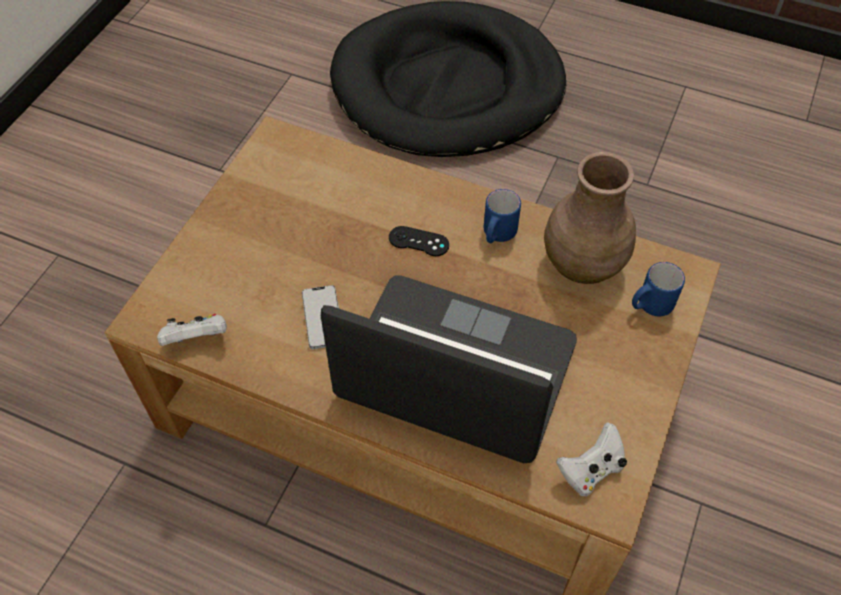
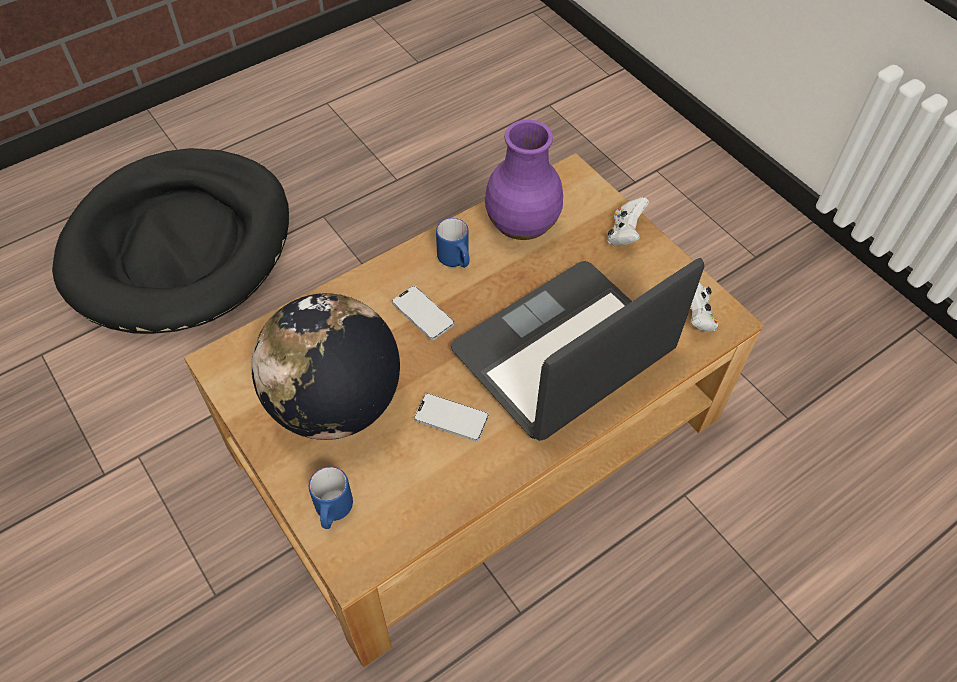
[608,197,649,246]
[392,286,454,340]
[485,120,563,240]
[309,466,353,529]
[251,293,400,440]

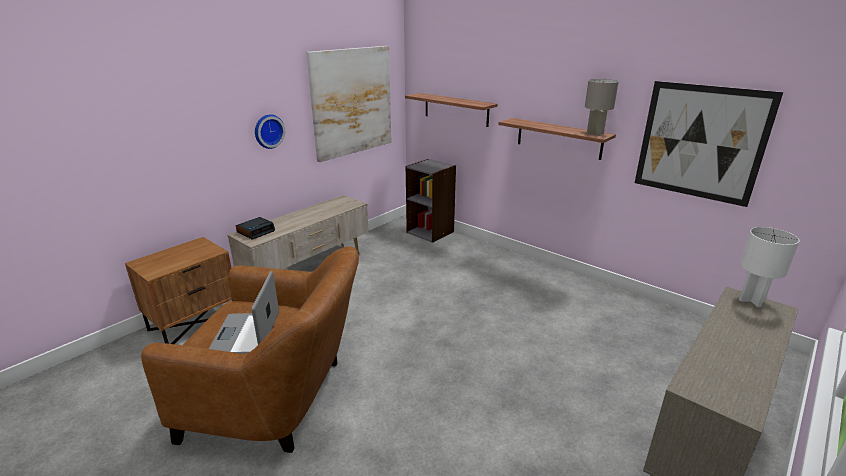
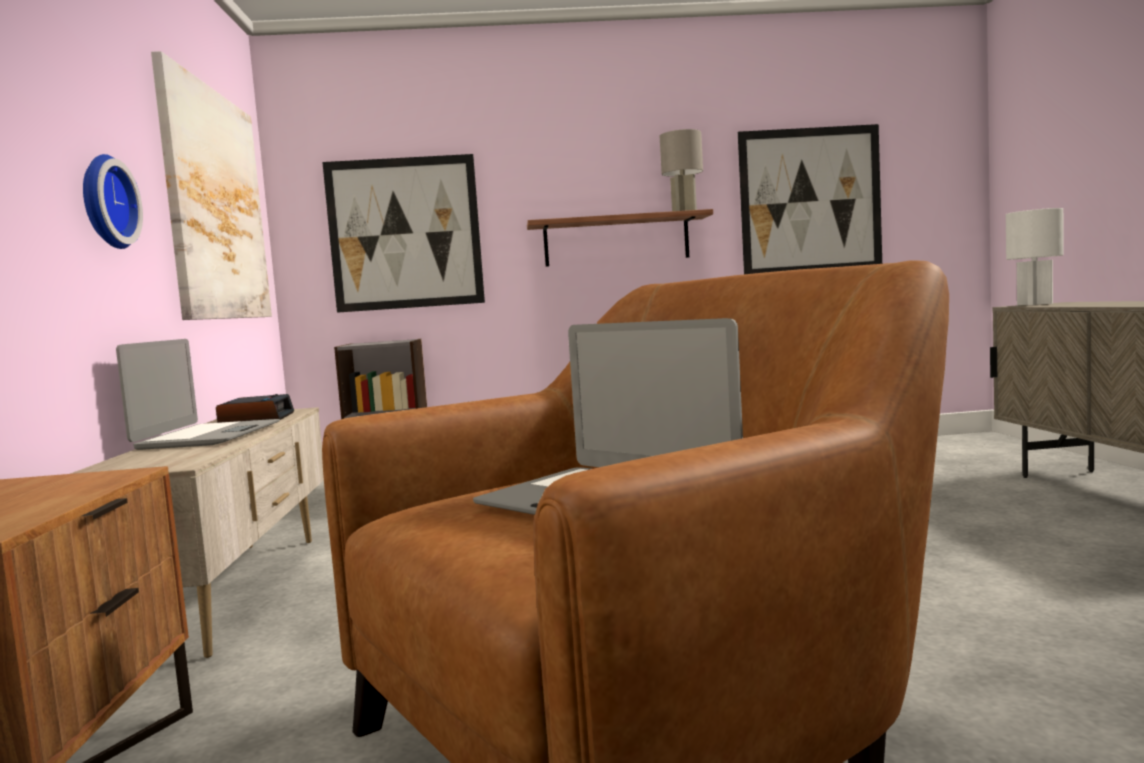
[216,394,294,423]
[322,154,485,313]
[116,339,280,450]

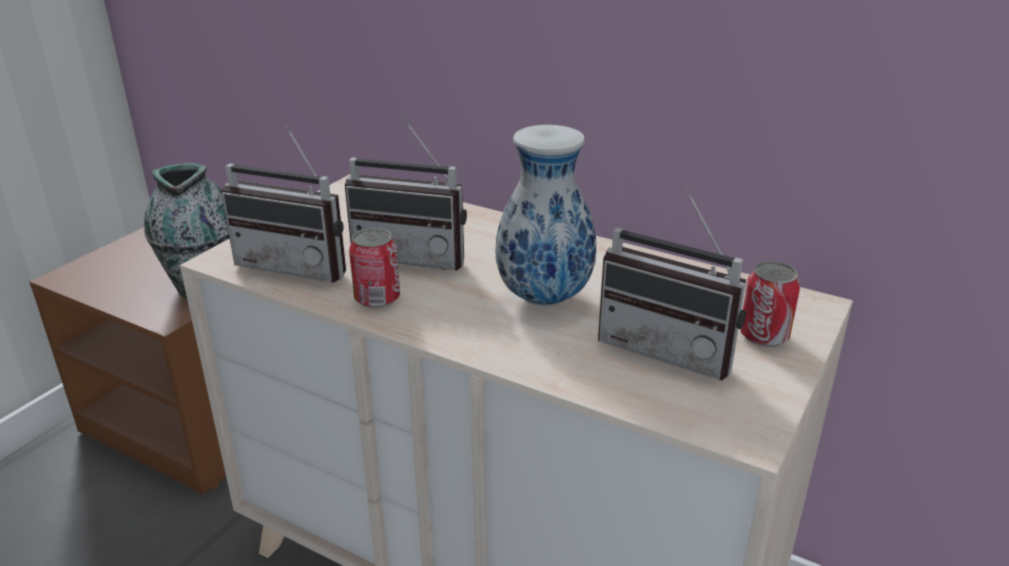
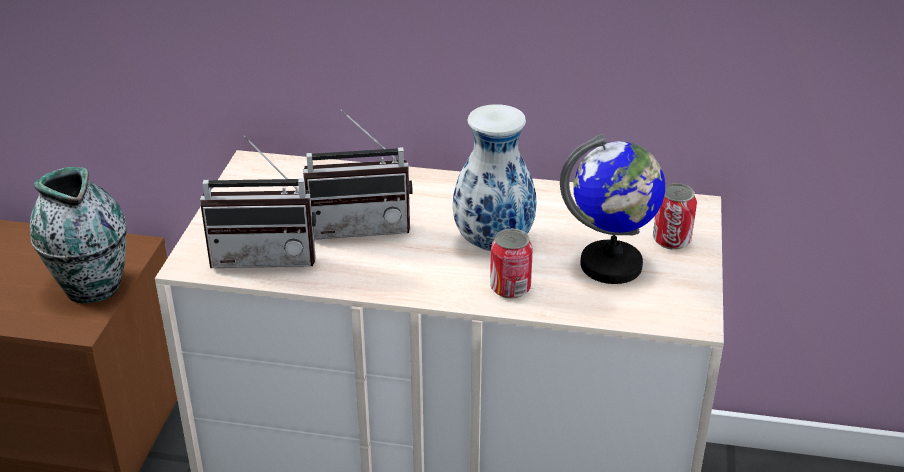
[490,229,533,299]
[560,134,665,284]

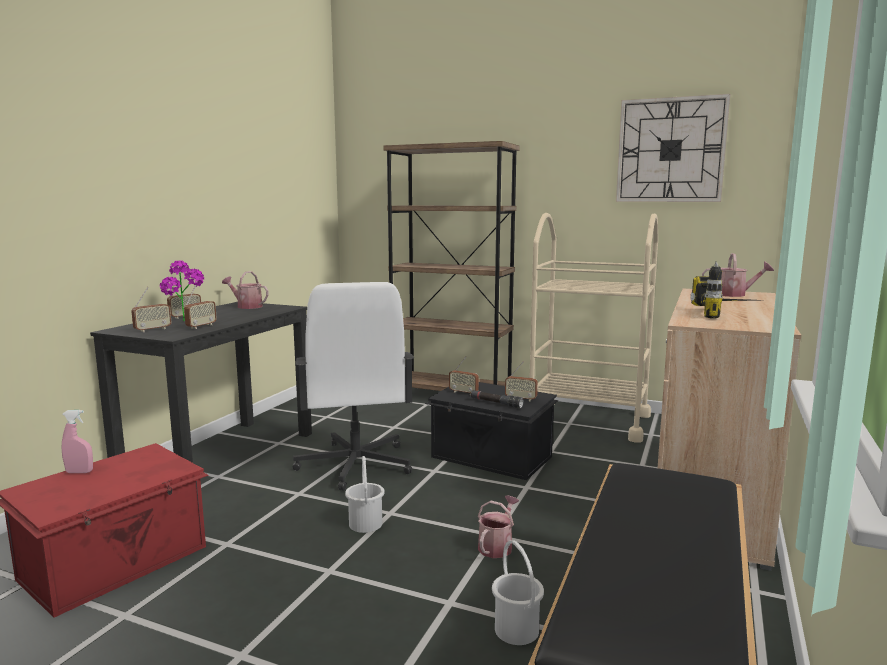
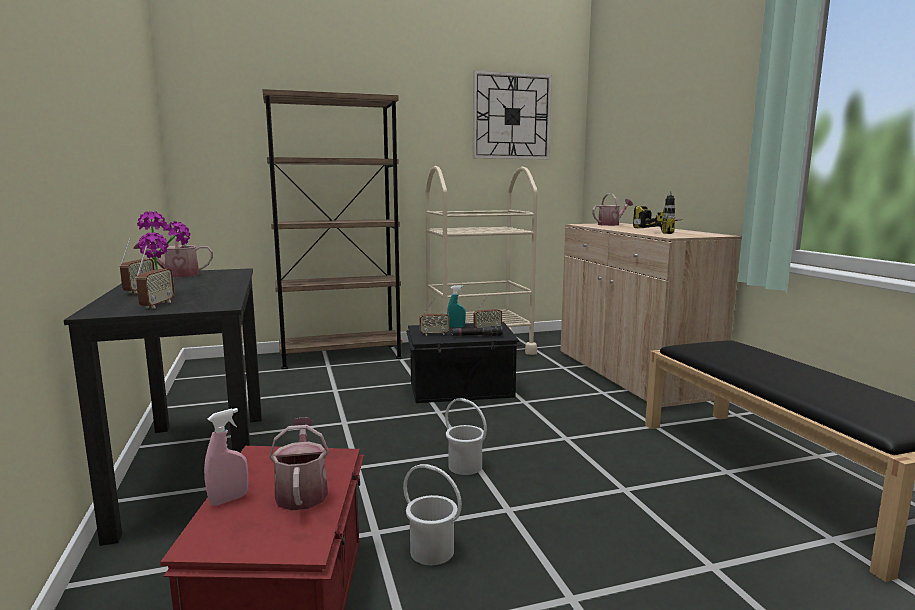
[184,285,217,329] (first image)
[292,282,414,491] (first image)
[269,417,329,511]
[403,464,462,565]
[447,285,466,328]

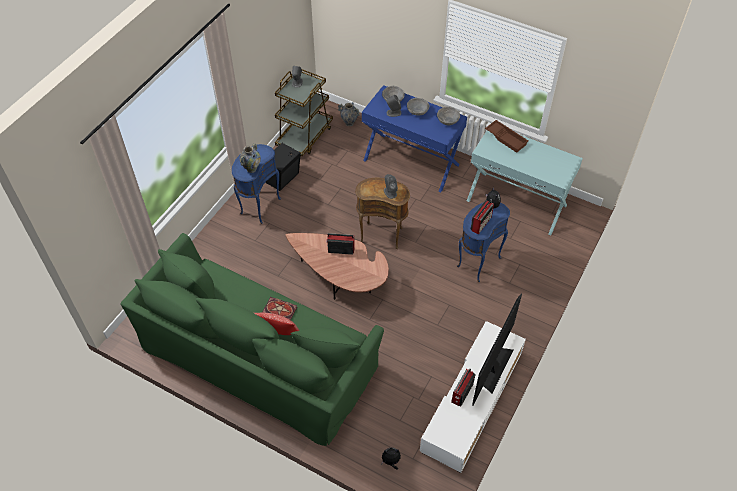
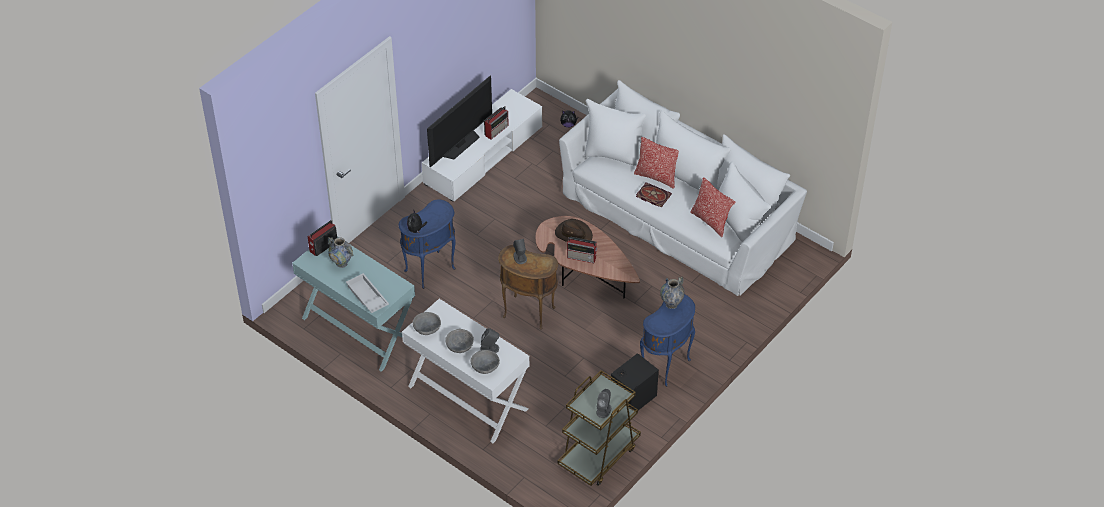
[559,80,807,296]
[328,237,353,268]
[402,299,530,443]
[308,220,337,256]
[346,273,389,313]
[555,219,593,242]
[690,177,735,237]

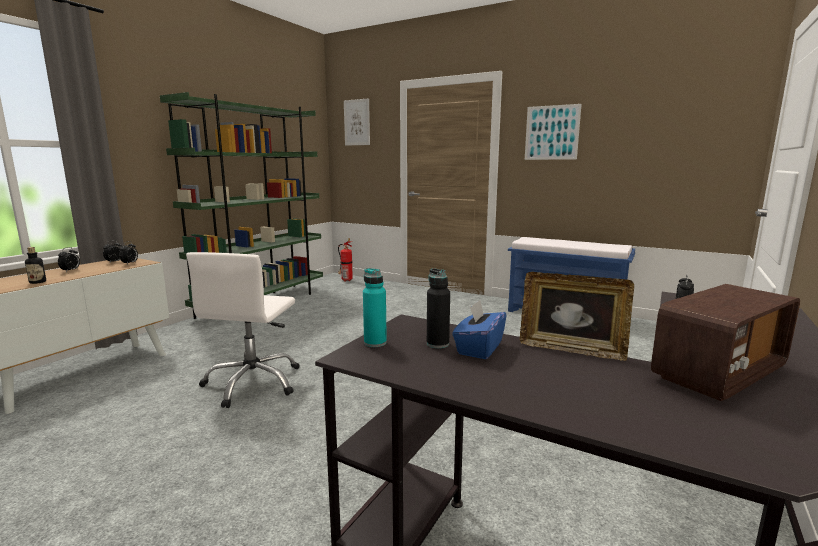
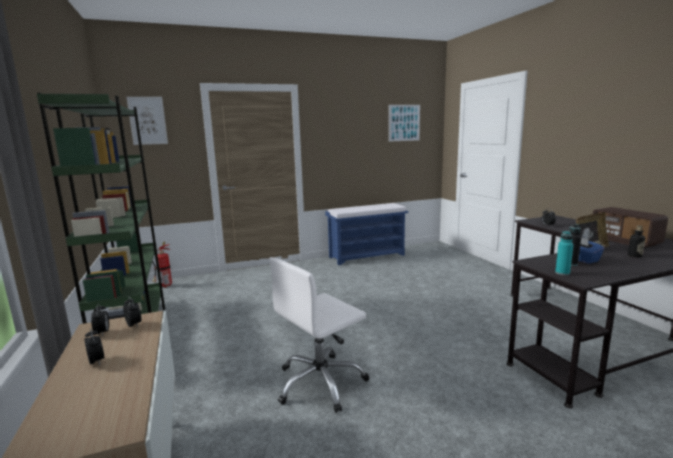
[628,225,645,257]
[269,257,369,413]
[389,105,420,142]
[593,207,668,248]

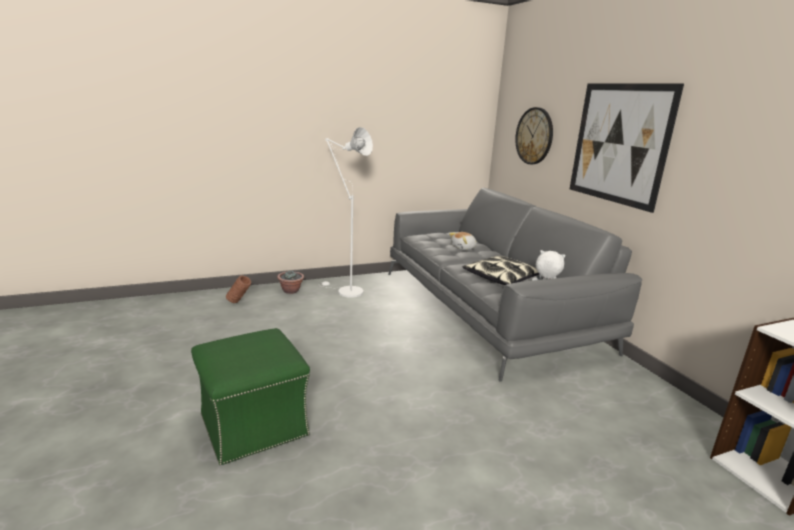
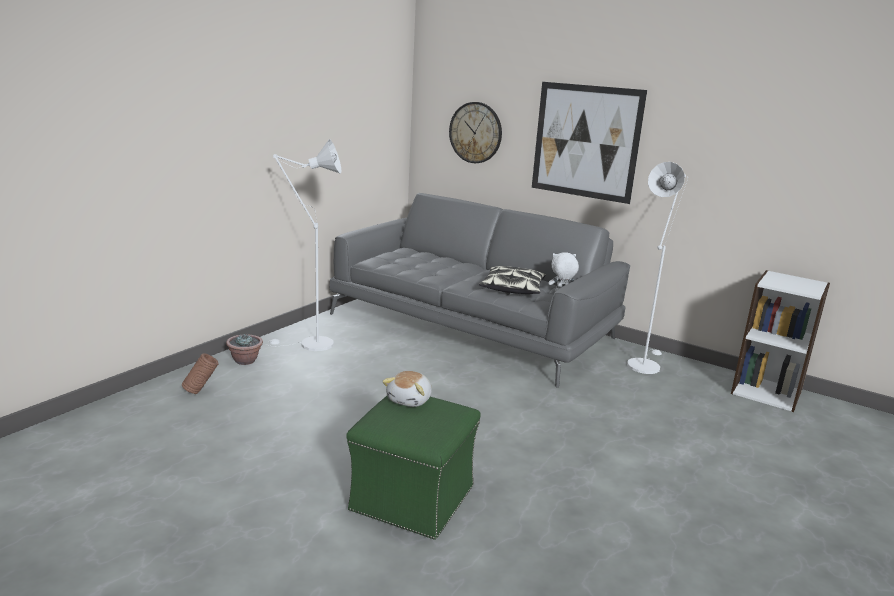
[382,371,432,407]
[627,162,688,374]

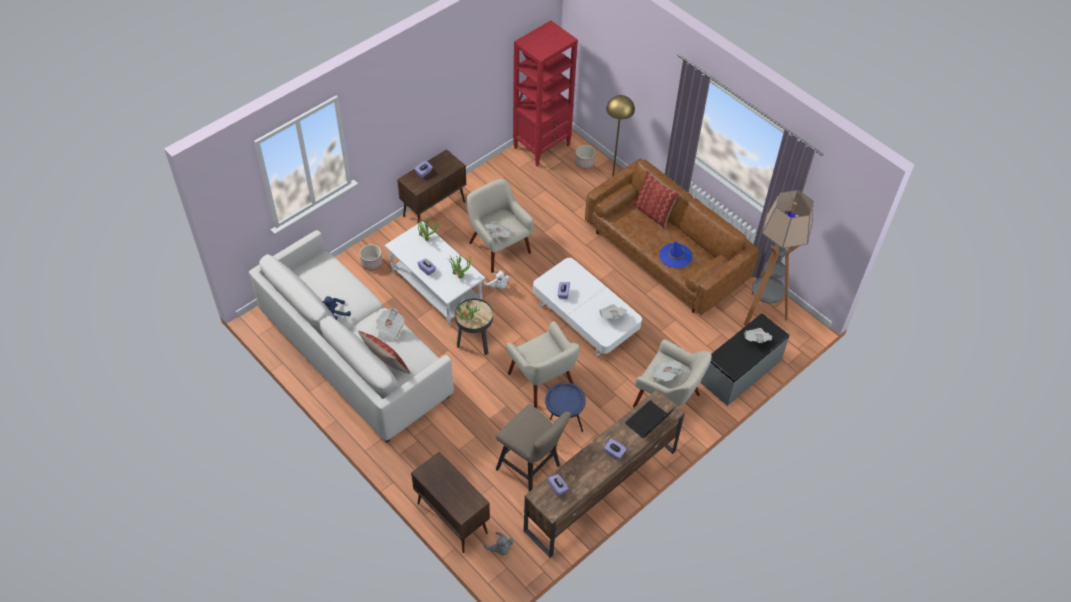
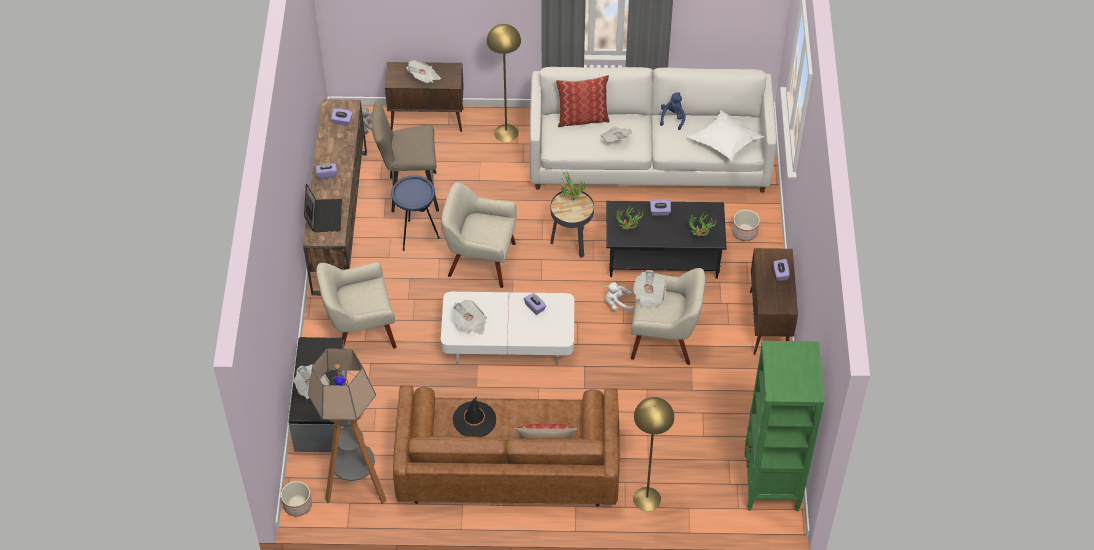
[606,201,726,279]
[744,341,824,511]
[281,481,312,517]
[406,60,441,83]
[453,396,496,437]
[487,24,521,142]
[688,110,764,161]

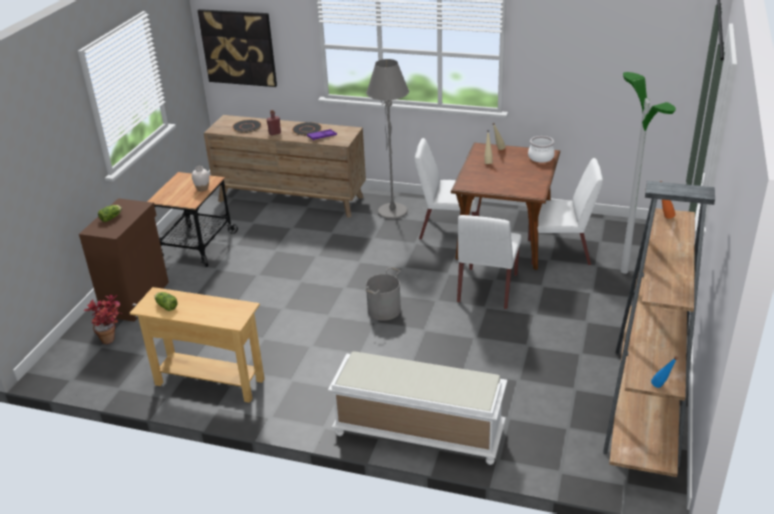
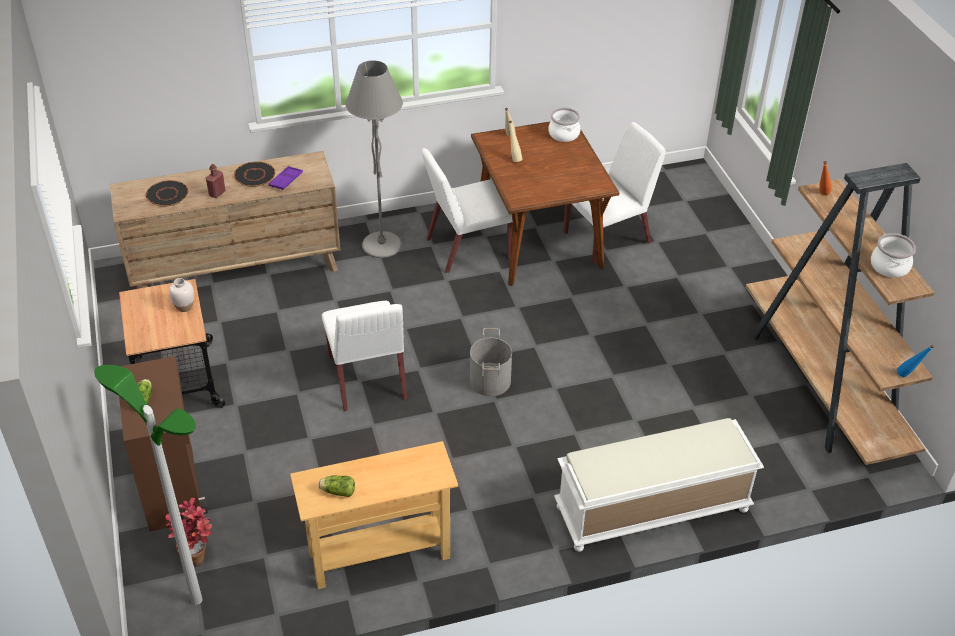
[198,9,277,87] (first image)
[322,301,407,411]
[94,365,202,605]
[871,233,916,278]

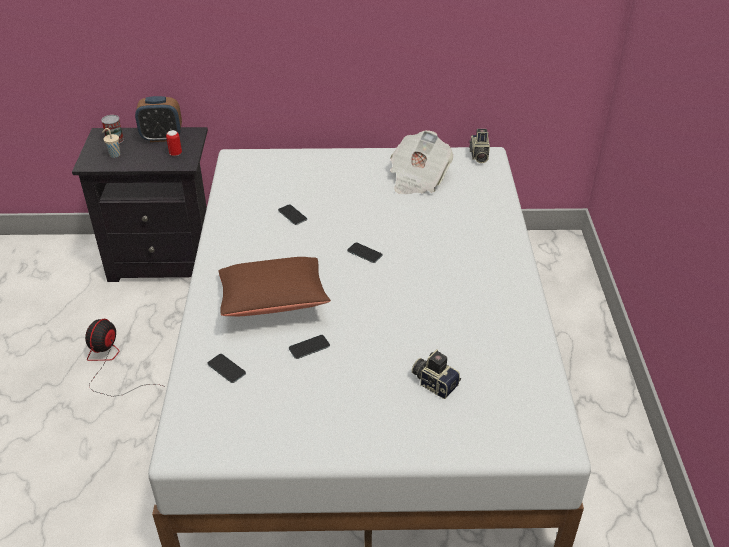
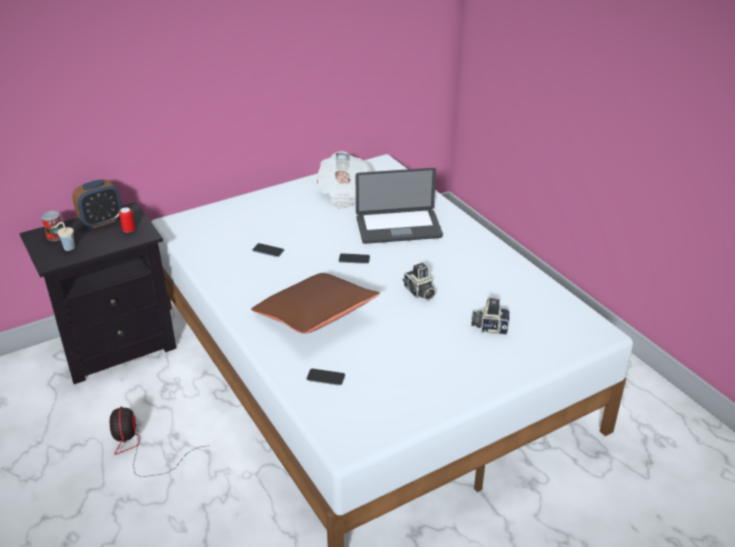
[289,335,330,359] (first image)
[402,263,436,300]
[356,168,443,244]

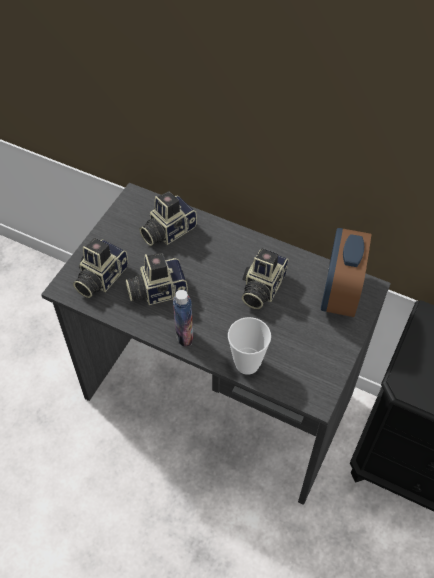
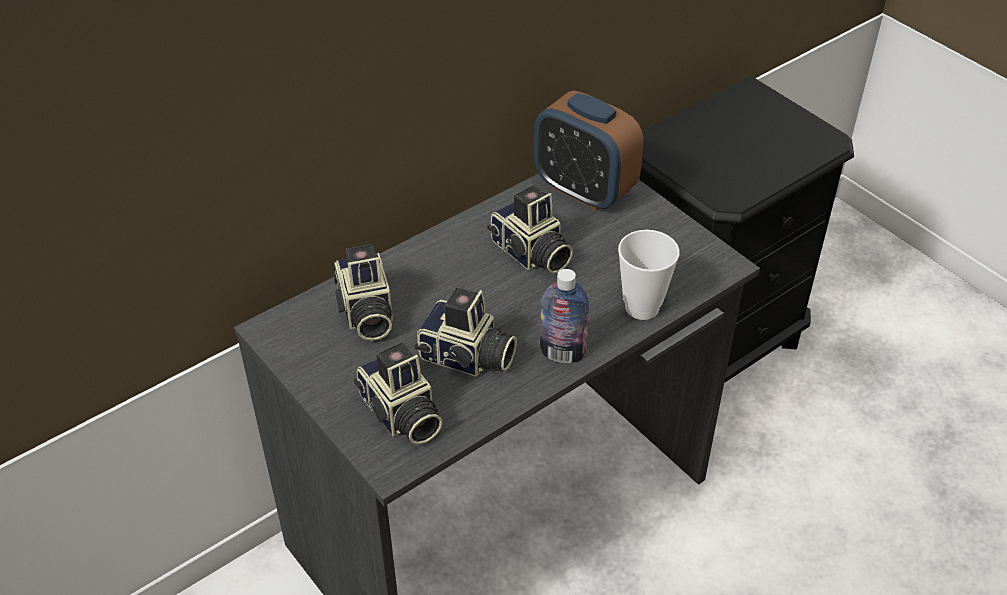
[415,288,517,377]

